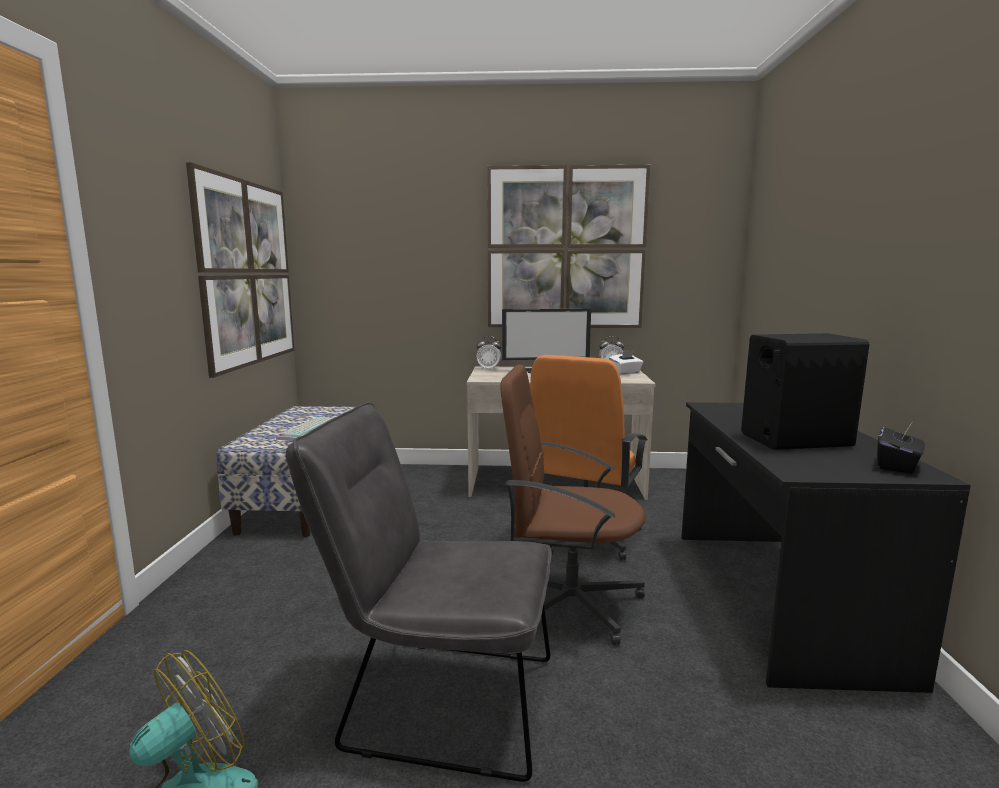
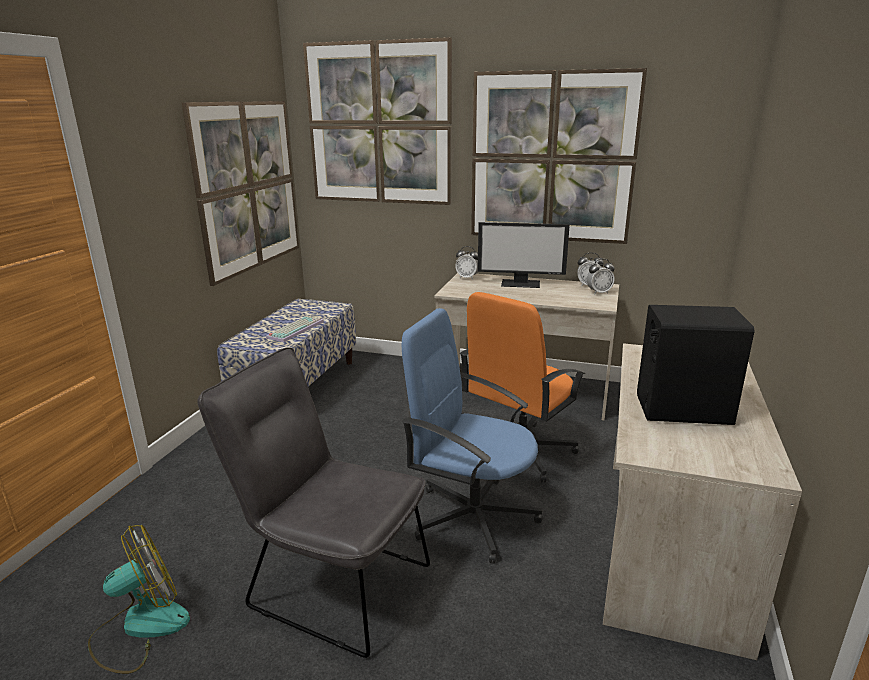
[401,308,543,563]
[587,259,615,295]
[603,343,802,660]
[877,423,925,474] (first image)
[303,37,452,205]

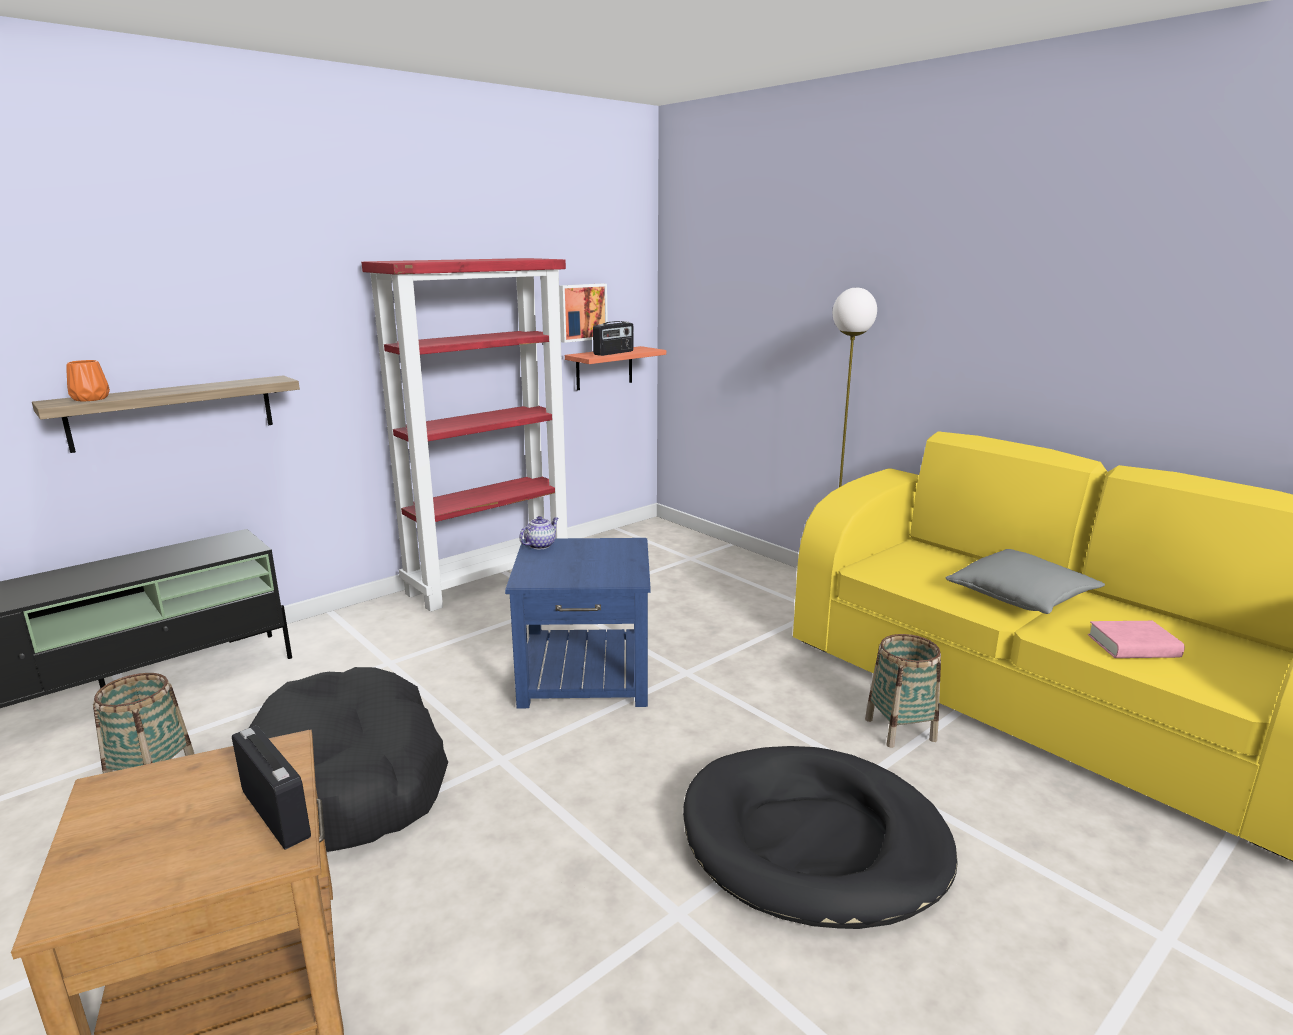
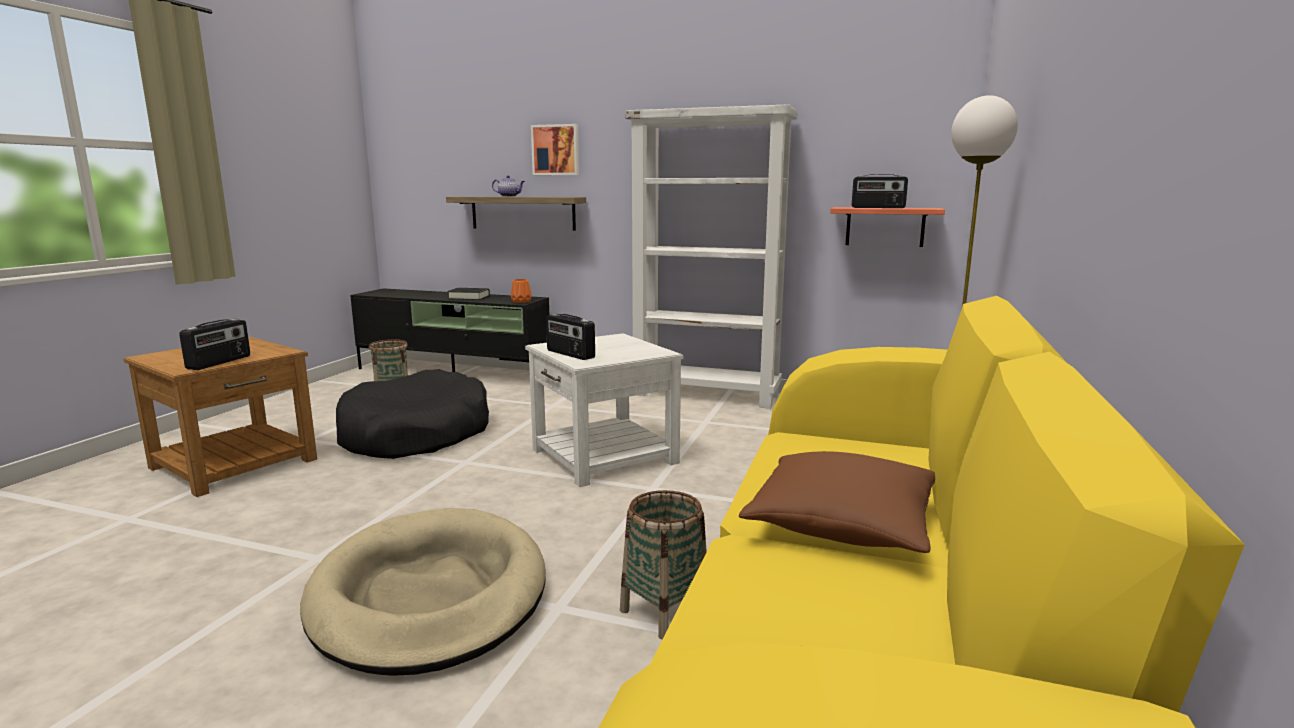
[511,279,532,303]
[626,104,797,409]
[525,333,683,487]
[492,175,525,197]
[531,124,579,175]
[300,508,546,676]
[739,451,935,553]
[1088,621,1185,658] (first image)
[447,288,490,300]
[546,314,595,360]

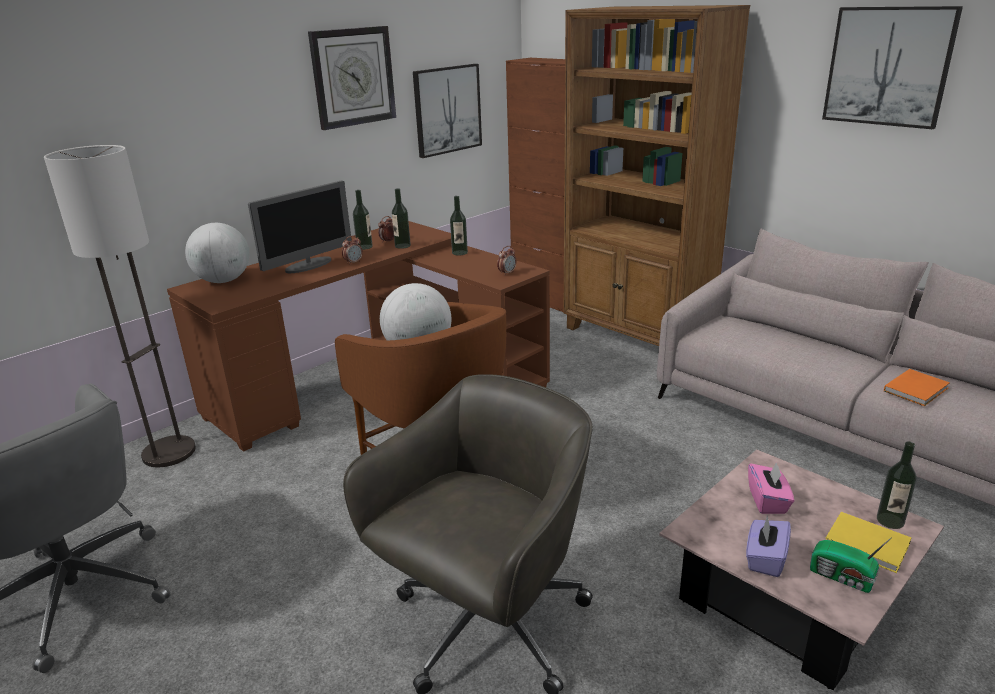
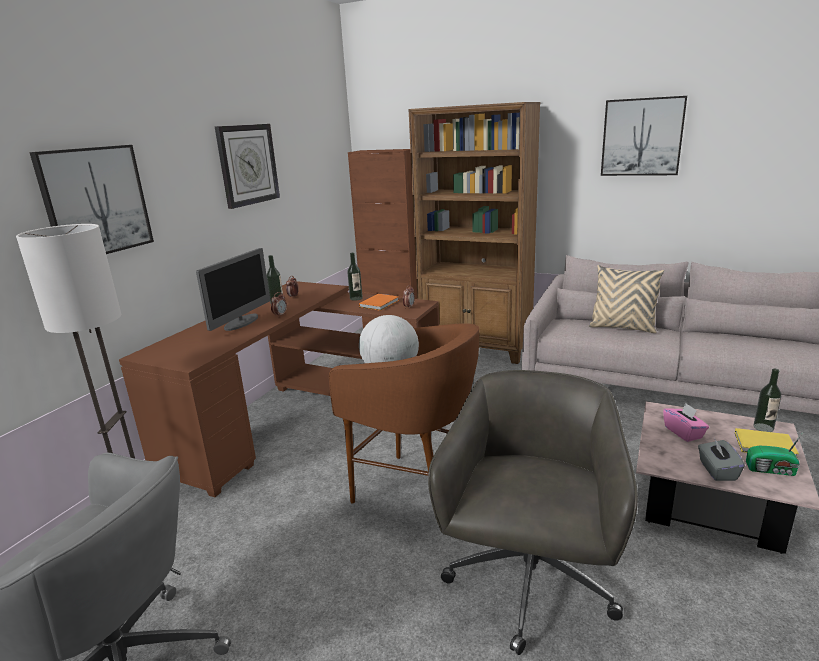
[185,223,250,283] (first image)
[392,188,411,249] (first image)
[29,145,154,254]
[698,439,745,481]
[359,294,399,311]
[589,265,664,333]

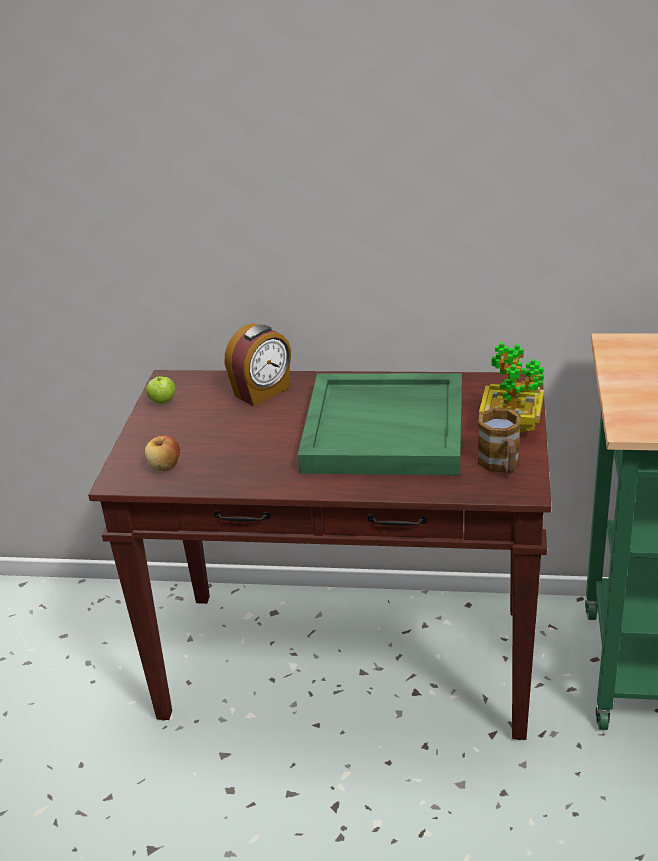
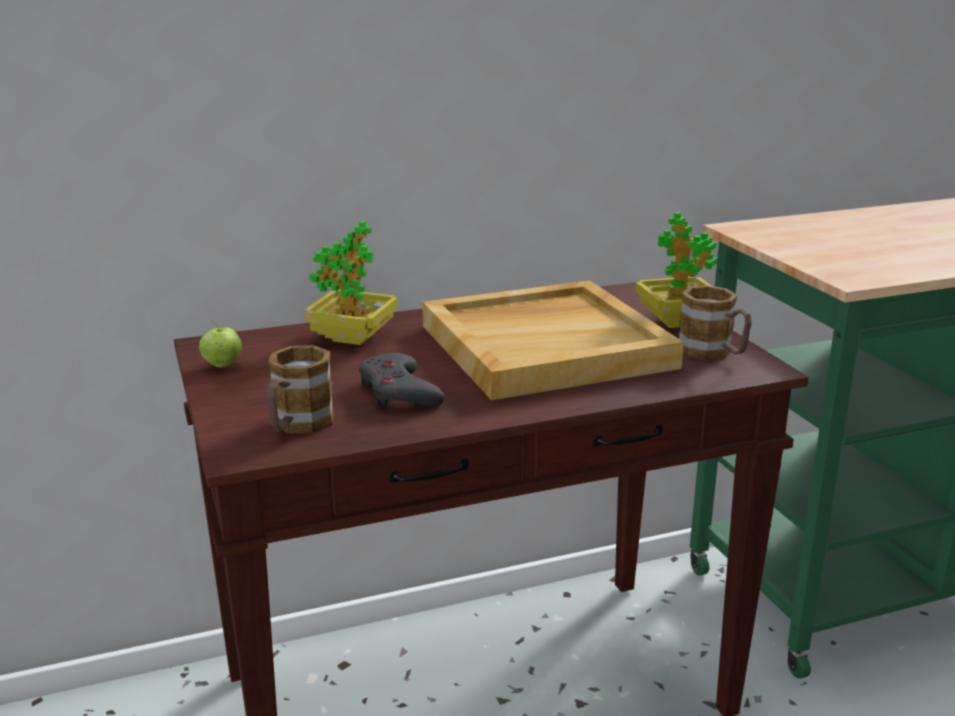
[266,345,334,434]
[304,221,398,345]
[422,280,684,400]
[359,353,445,407]

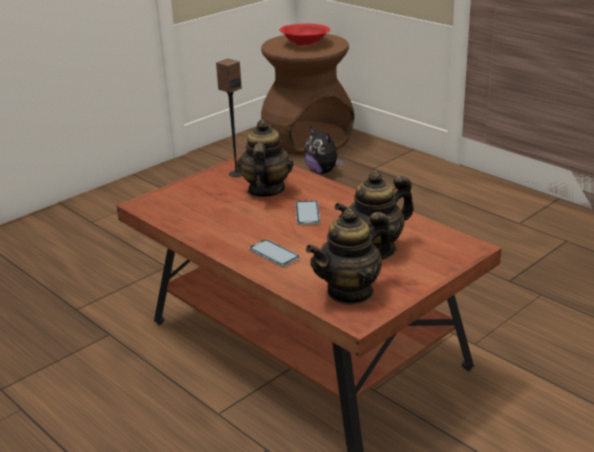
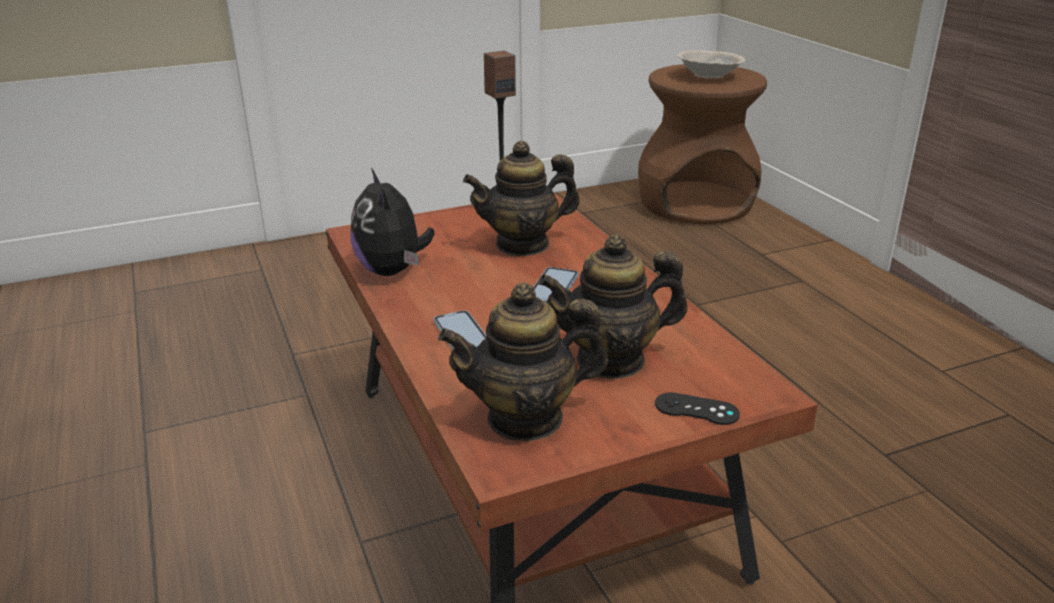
[463,141,580,256]
[677,50,746,78]
[351,168,434,276]
[655,392,740,425]

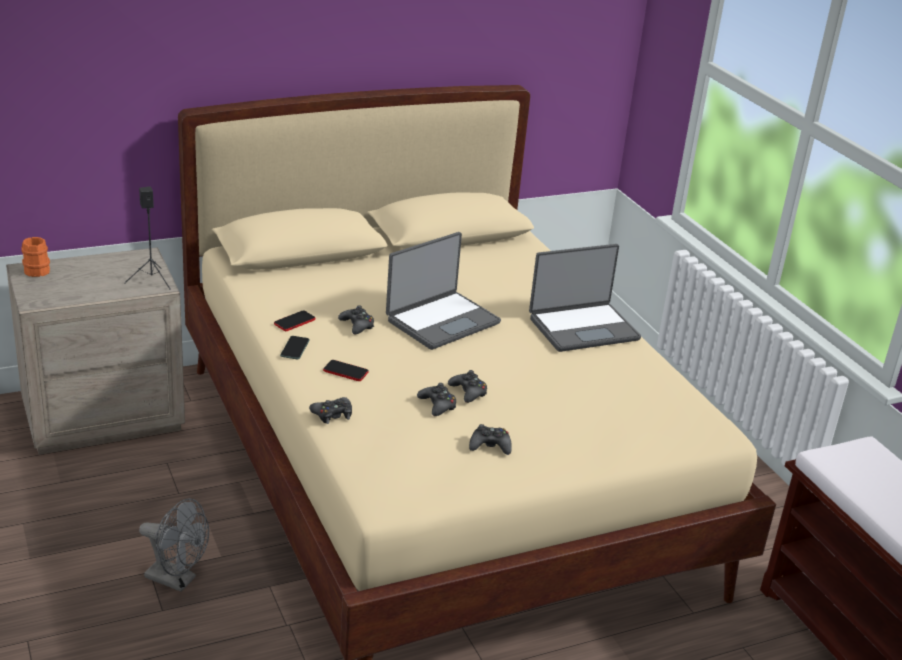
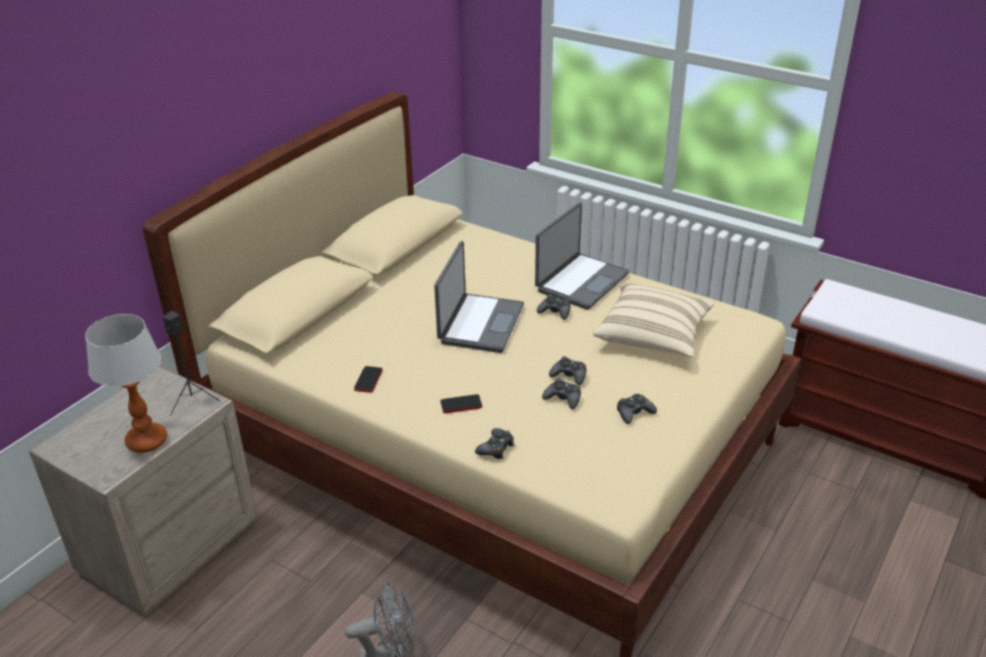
[22,237,50,277] (first image)
[280,336,310,359] (first image)
[537,294,571,320]
[85,314,167,453]
[593,283,715,357]

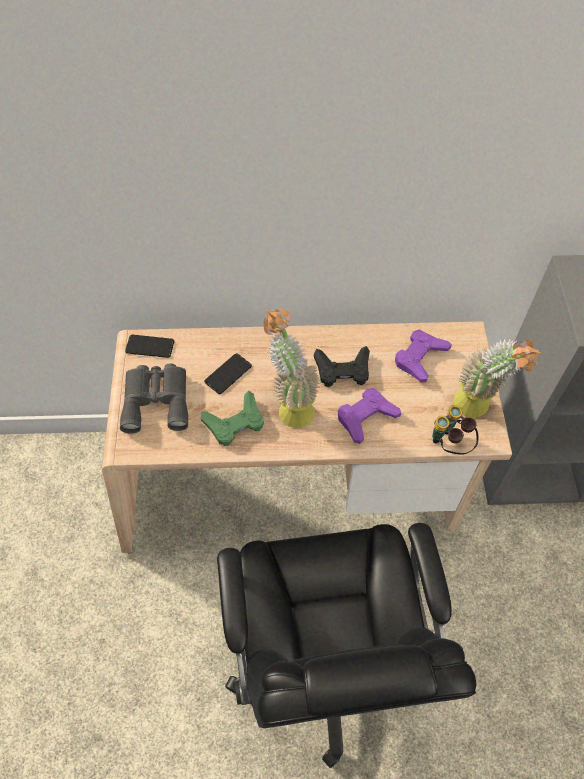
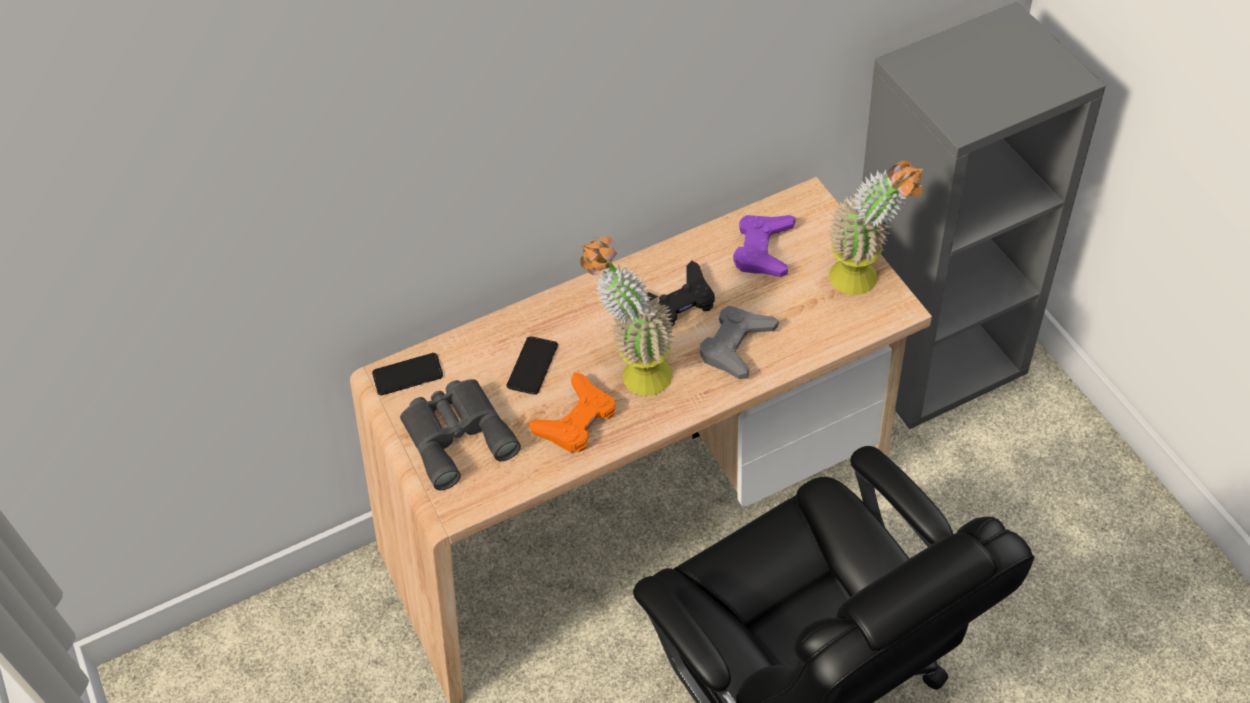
[529,372,616,453]
[700,306,778,379]
[432,405,479,455] (first image)

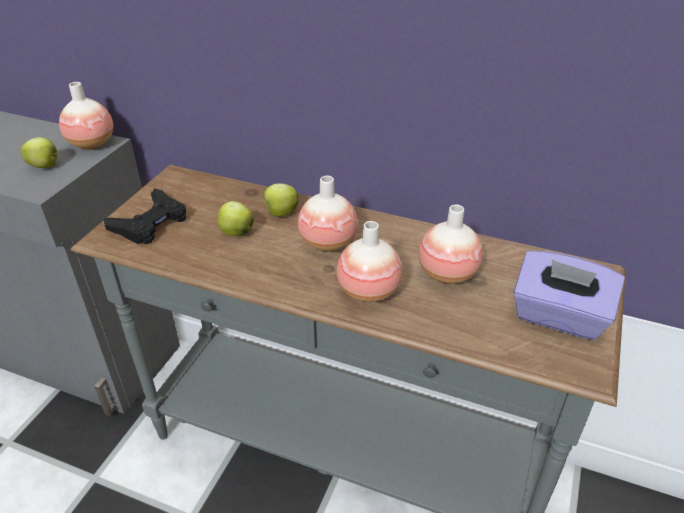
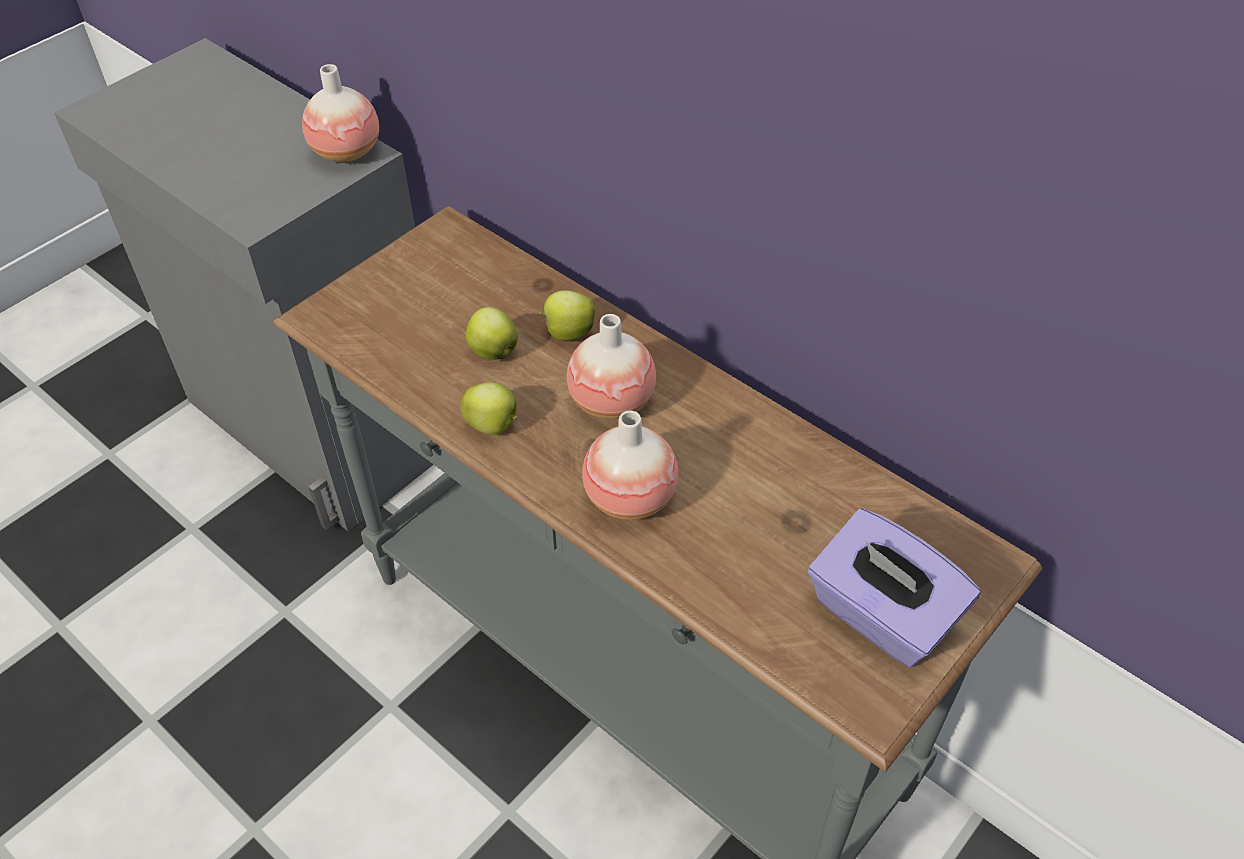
[460,382,518,435]
[103,188,186,245] (first image)
[418,205,483,284] (first image)

